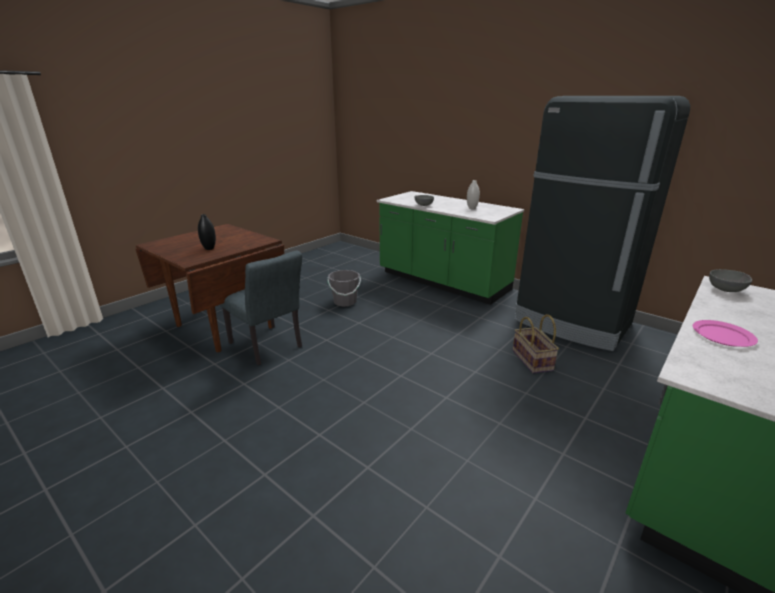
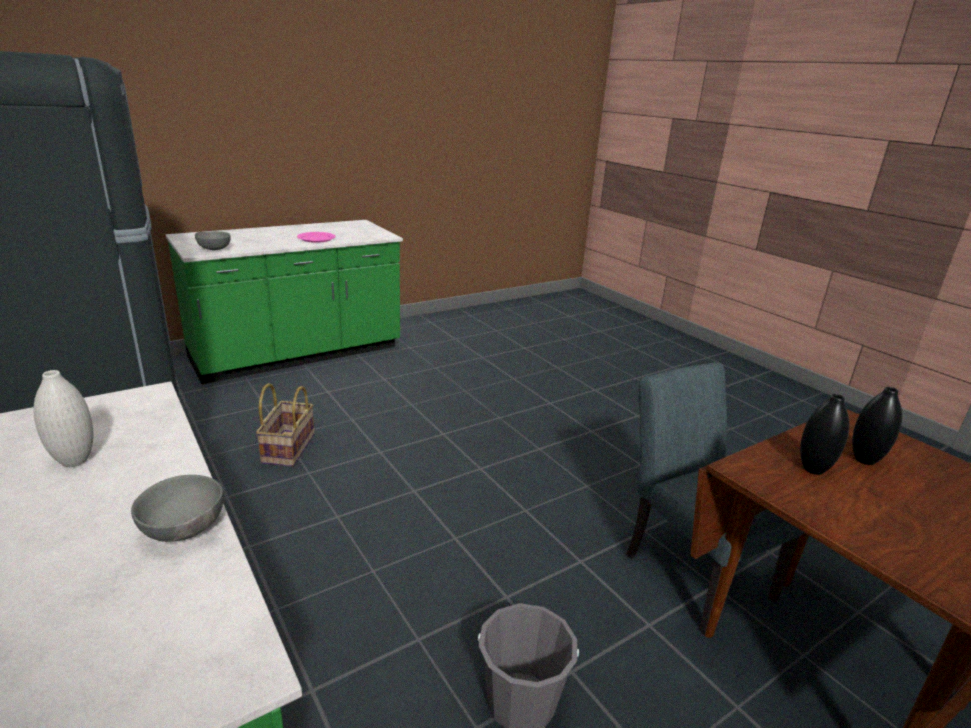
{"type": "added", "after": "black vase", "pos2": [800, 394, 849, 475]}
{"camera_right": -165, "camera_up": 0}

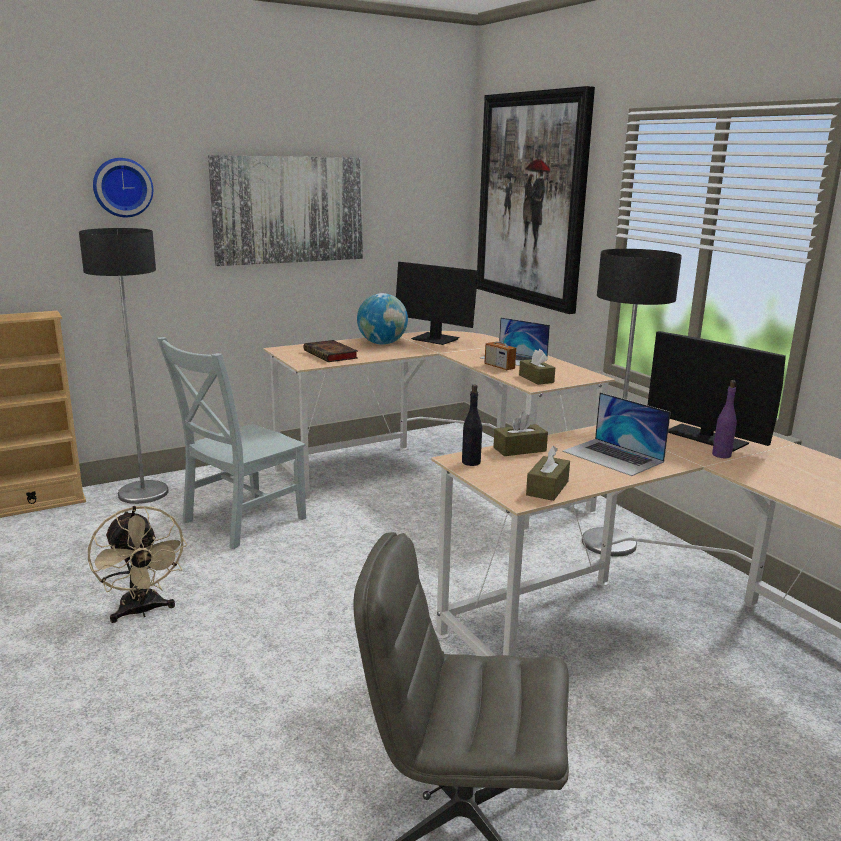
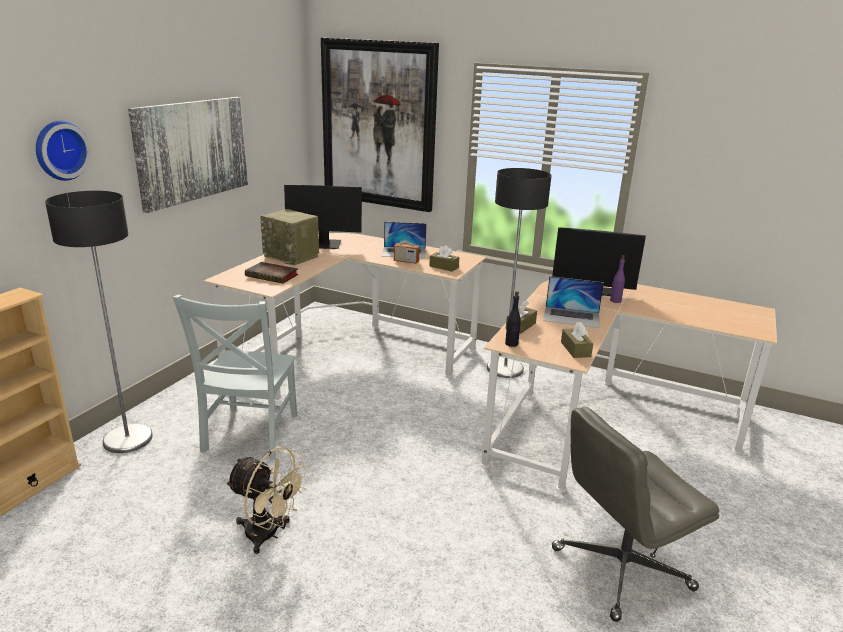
{"type": "replaced", "before": "globe", "after": "radio", "pos1": [357, 293, 408, 345], "pos2": [260, 209, 319, 266]}
{"camera_right": -35, "camera_up": 5}

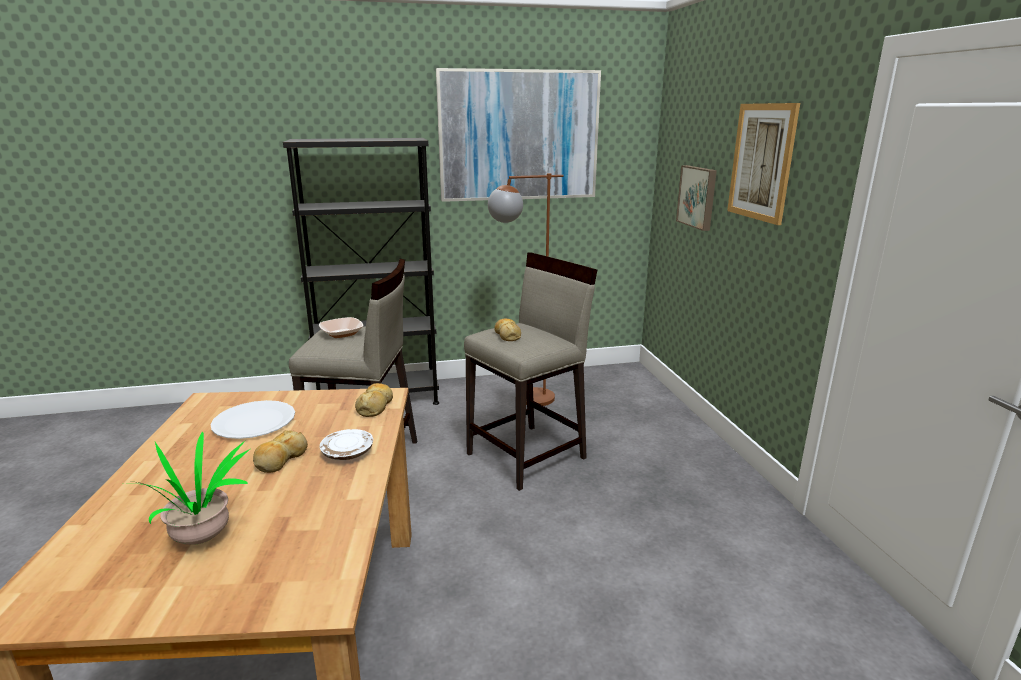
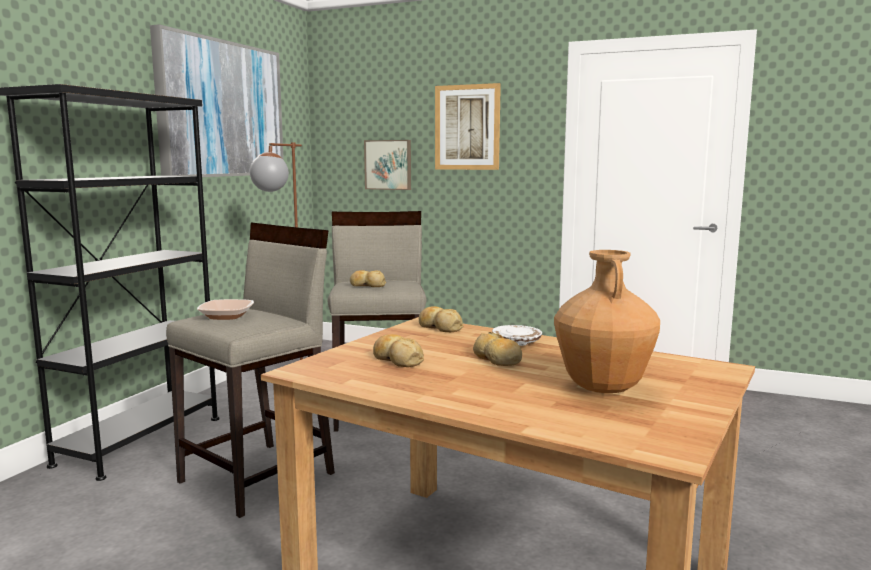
{"type": "replaced", "before": "potted plant", "after": "brown vase", "pos1": [119, 431, 250, 545], "pos2": [554, 250, 660, 393]}
{"type": "replaced", "before": "white plate", "after": "bread", "pos1": [210, 400, 295, 439], "pos2": [373, 334, 424, 367]}
{"camera_right": -55, "camera_up": -10}

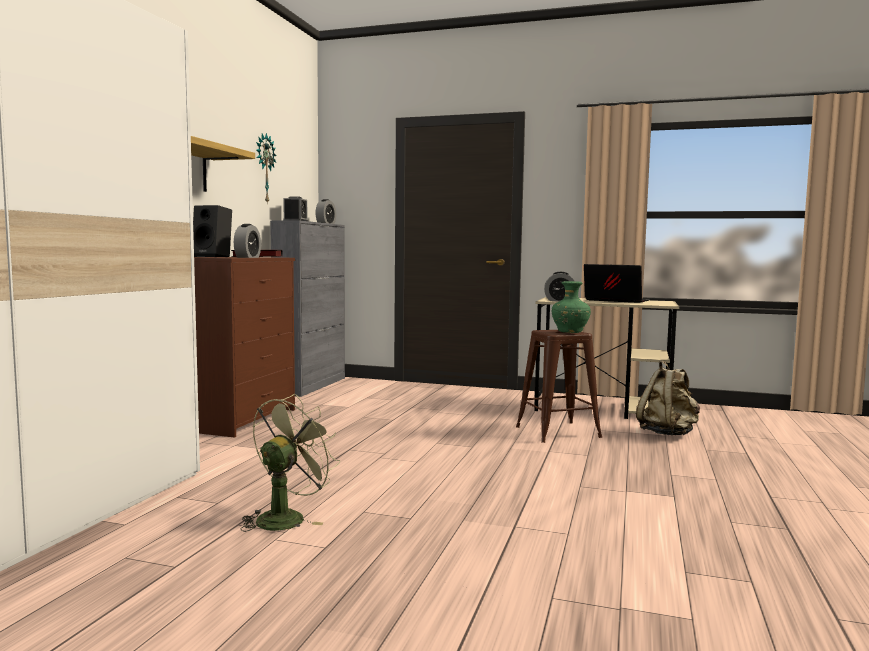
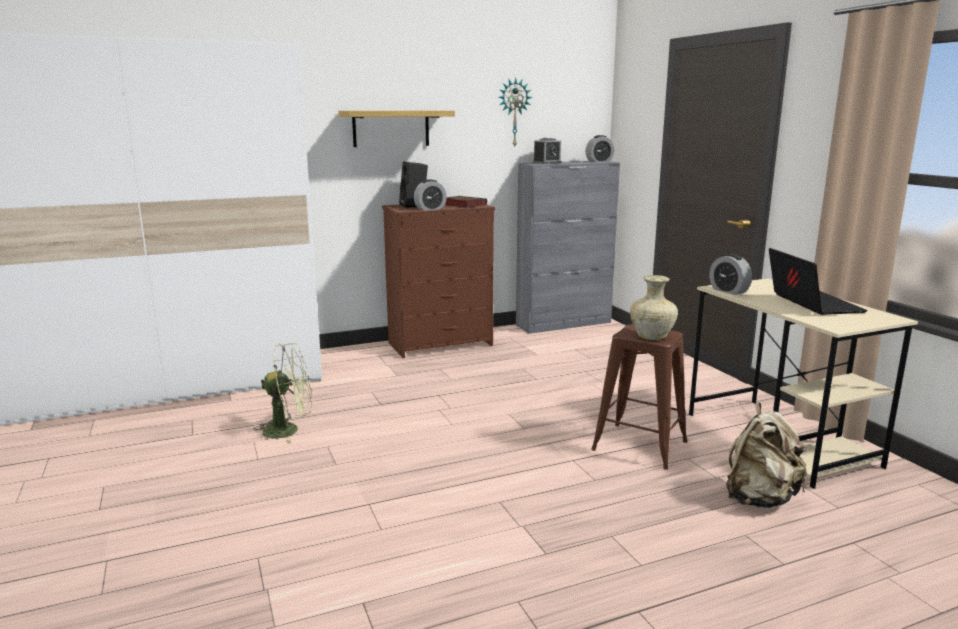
{"type": "recoloured", "before": "green vase", "after": "beige vase", "pos1": [551, 281, 591, 333], "pos2": [630, 275, 678, 340]}
{"camera_right": 50, "camera_up": 10}

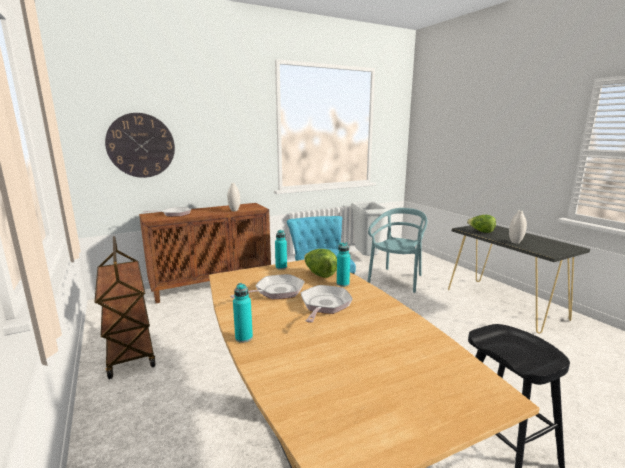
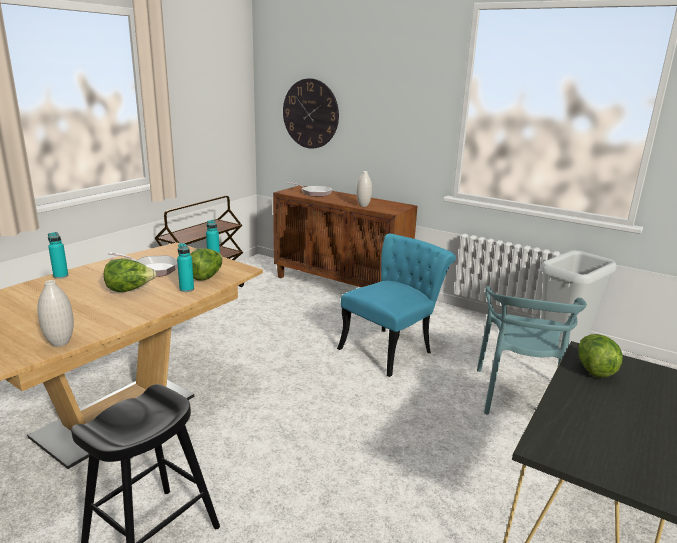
{"type": "replaced", "before": "frying pan", "after": "lettuce", "pos1": [301, 285, 353, 323], "pos2": [104, 258, 156, 292]}
{"type": "turned", "before": "turquoise chair", "pos1": [367, 208, 427, 293], "pos2": [477, 286, 587, 414], "turn": 105}
{"type": "moved", "before": "white vase", "pos1": [509, 210, 527, 244], "pos2": [38, 280, 74, 347]}
{"camera_right": 60, "camera_up": 5}

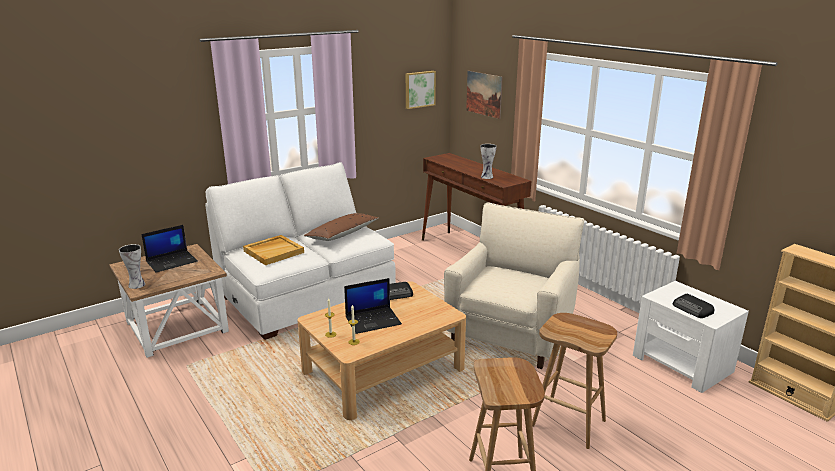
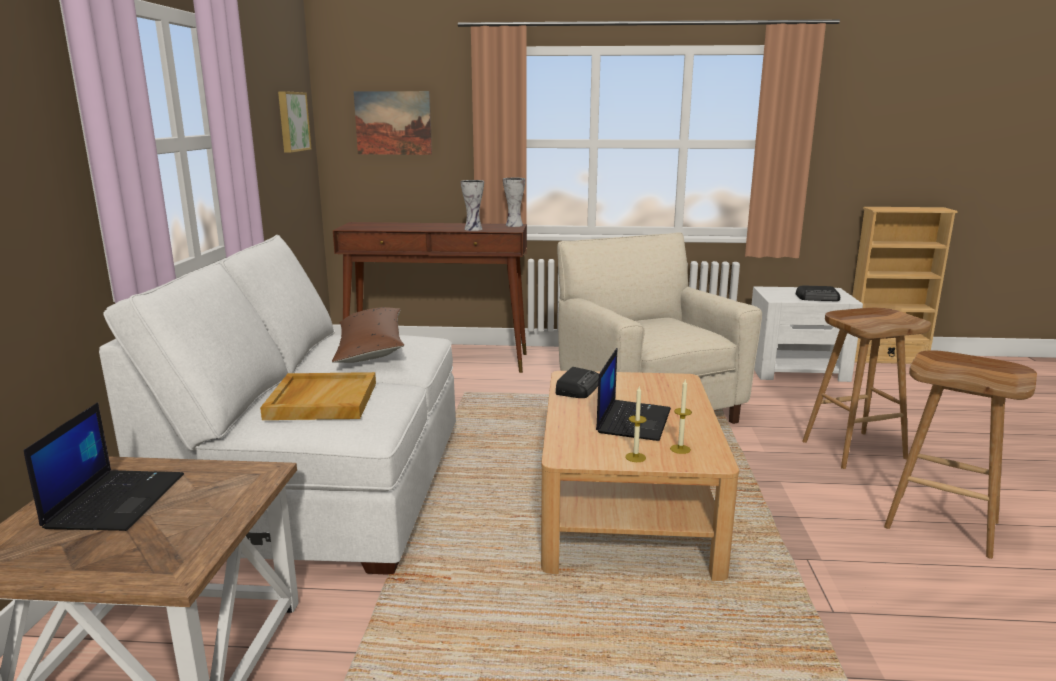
{"type": "moved", "before": "vase", "pos1": [119, 244, 145, 289], "pos2": [503, 178, 526, 227]}
{"camera_right": -50, "camera_up": -5}

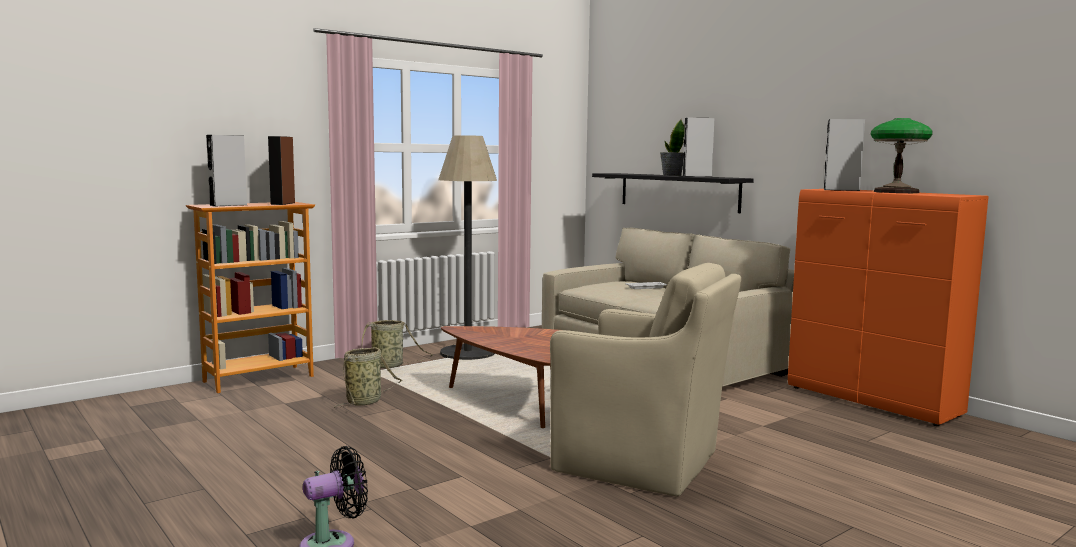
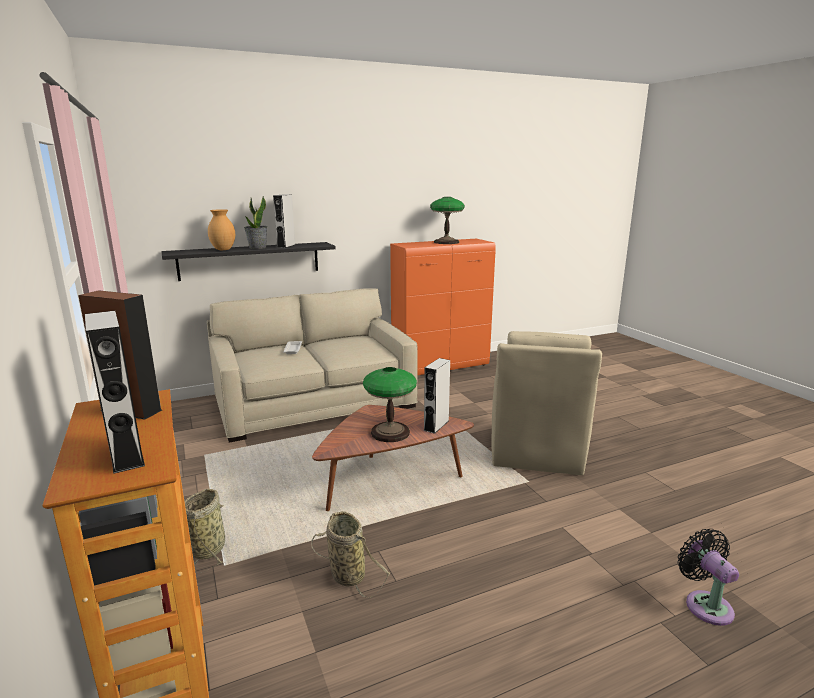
{"type": "removed", "before": "floor lamp", "pos1": [438, 135, 497, 360]}
{"type": "turned", "before": "beige armchair", "pos1": [550, 263, 741, 496], "pos2": [492, 331, 602, 475], "turn": 150}
{"type": "moved", "before": "grey speaker", "pos1": [823, 119, 865, 191], "pos2": [423, 358, 450, 434]}
{"type": "added", "after": "brown vase", "pos2": [208, 209, 235, 250]}
{"type": "added", "after": "table lamp", "pos2": [363, 367, 417, 442]}
{"camera_right": -75, "camera_up": 10}

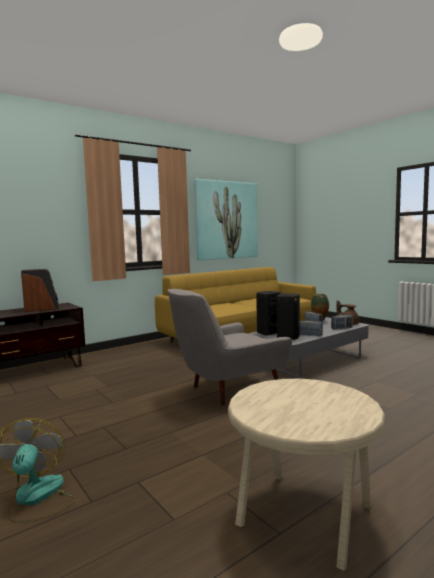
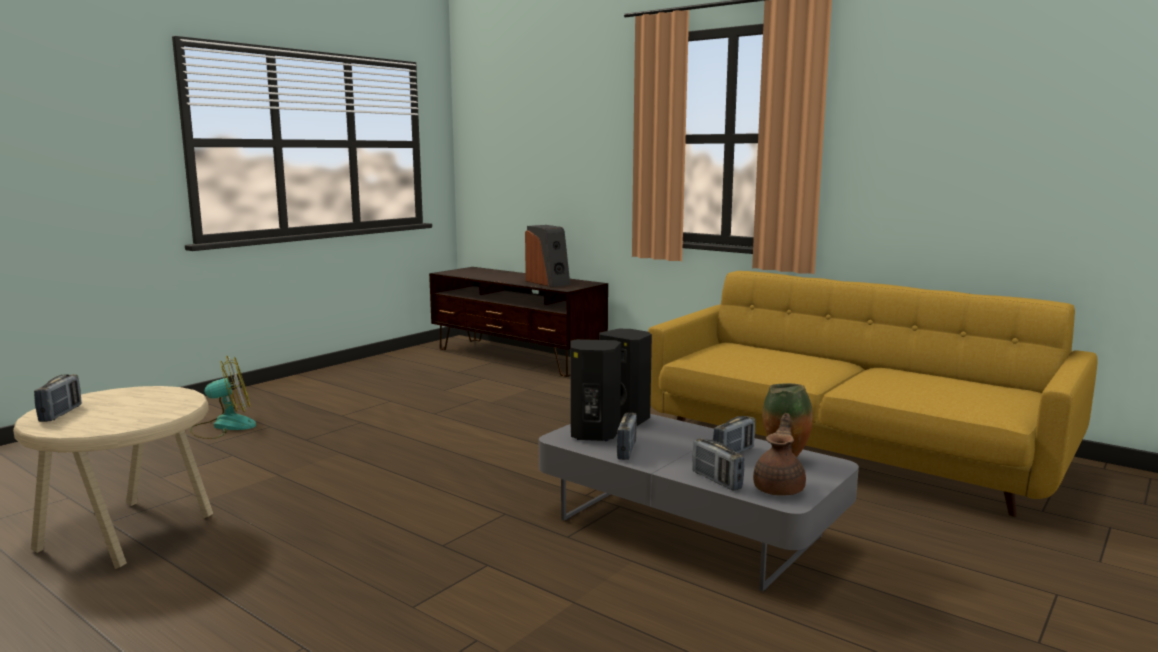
{"type": "removed", "before": "grey armchair", "pos1": [167, 289, 292, 406]}
{"type": "removed", "before": "picture", "pos1": [194, 179, 258, 260]}
{"type": "added", "after": "radio", "pos2": [34, 374, 82, 422]}
{"camera_right": 75, "camera_up": 5}

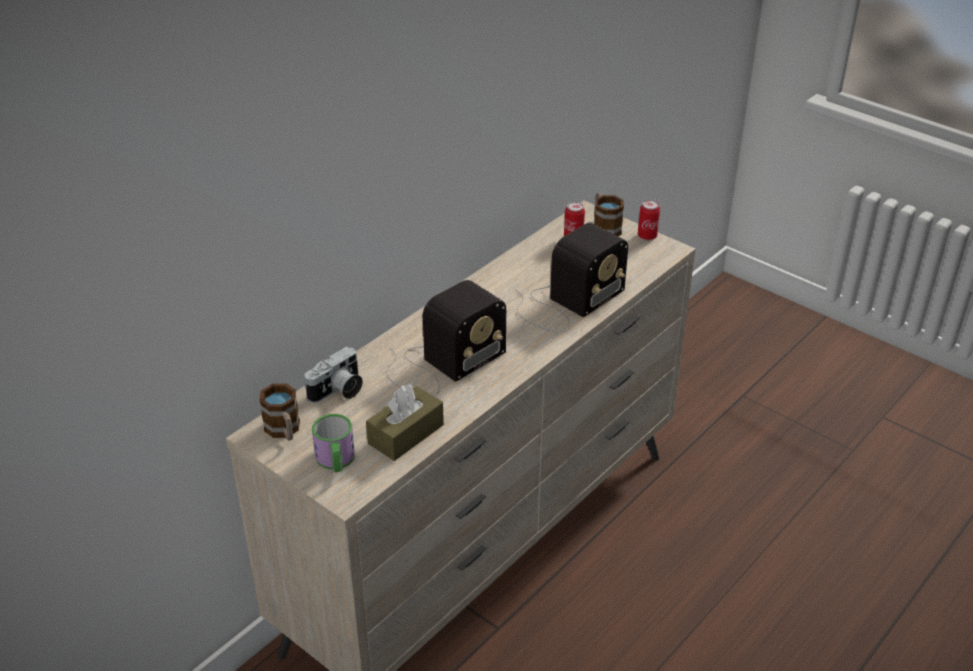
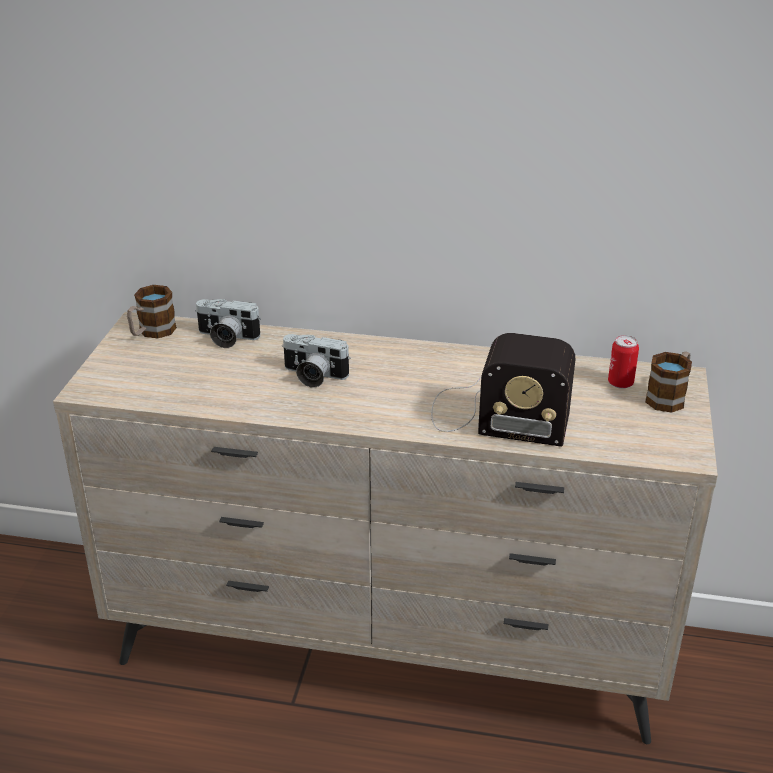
{"type": "removed", "before": "mug", "pos1": [312, 414, 355, 472]}
{"type": "removed", "before": "brown tissue box", "pos1": [366, 384, 444, 461]}
{"type": "replaced", "before": "radio", "after": "photo camera", "pos1": [387, 280, 506, 397], "pos2": [282, 334, 351, 388]}
{"type": "removed", "before": "can", "pos1": [638, 200, 660, 240]}
{"camera_right": 60, "camera_up": -5}

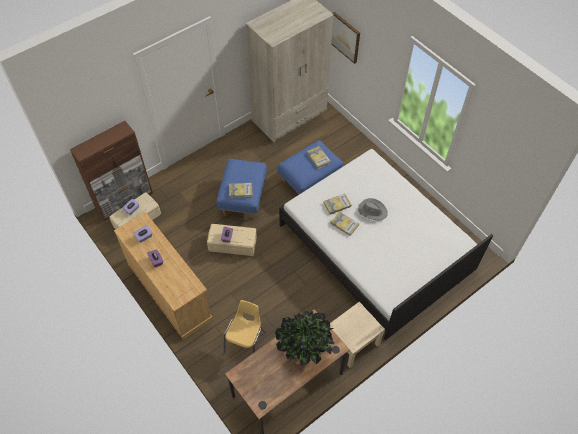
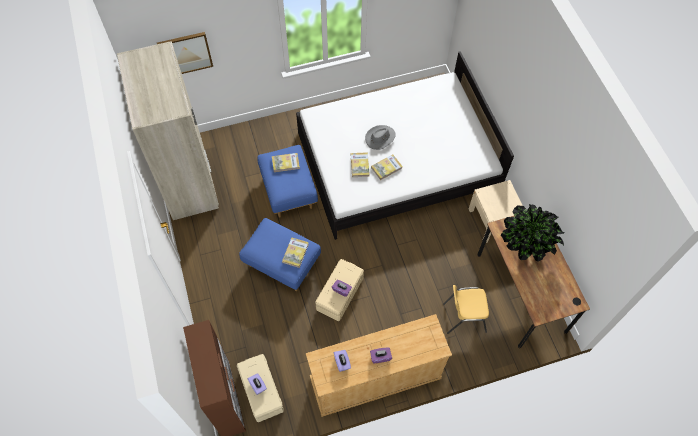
{"type": "turned", "before": "yellow chair", "pos1": [224, 300, 266, 354], "pos2": [443, 285, 489, 334], "turn": -45}
{"camera_right": -70, "camera_up": 5}

